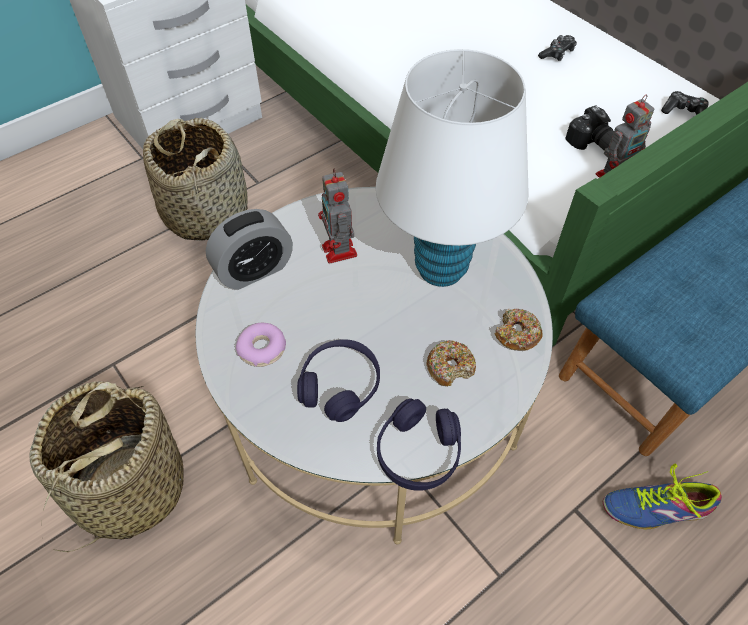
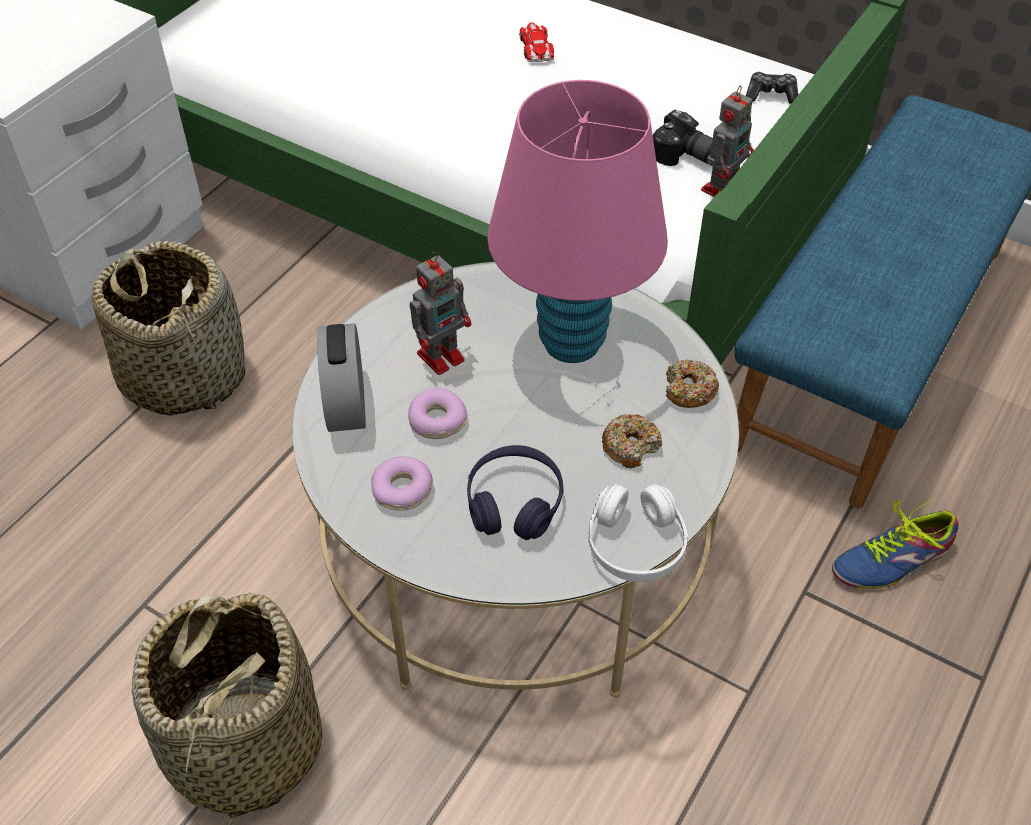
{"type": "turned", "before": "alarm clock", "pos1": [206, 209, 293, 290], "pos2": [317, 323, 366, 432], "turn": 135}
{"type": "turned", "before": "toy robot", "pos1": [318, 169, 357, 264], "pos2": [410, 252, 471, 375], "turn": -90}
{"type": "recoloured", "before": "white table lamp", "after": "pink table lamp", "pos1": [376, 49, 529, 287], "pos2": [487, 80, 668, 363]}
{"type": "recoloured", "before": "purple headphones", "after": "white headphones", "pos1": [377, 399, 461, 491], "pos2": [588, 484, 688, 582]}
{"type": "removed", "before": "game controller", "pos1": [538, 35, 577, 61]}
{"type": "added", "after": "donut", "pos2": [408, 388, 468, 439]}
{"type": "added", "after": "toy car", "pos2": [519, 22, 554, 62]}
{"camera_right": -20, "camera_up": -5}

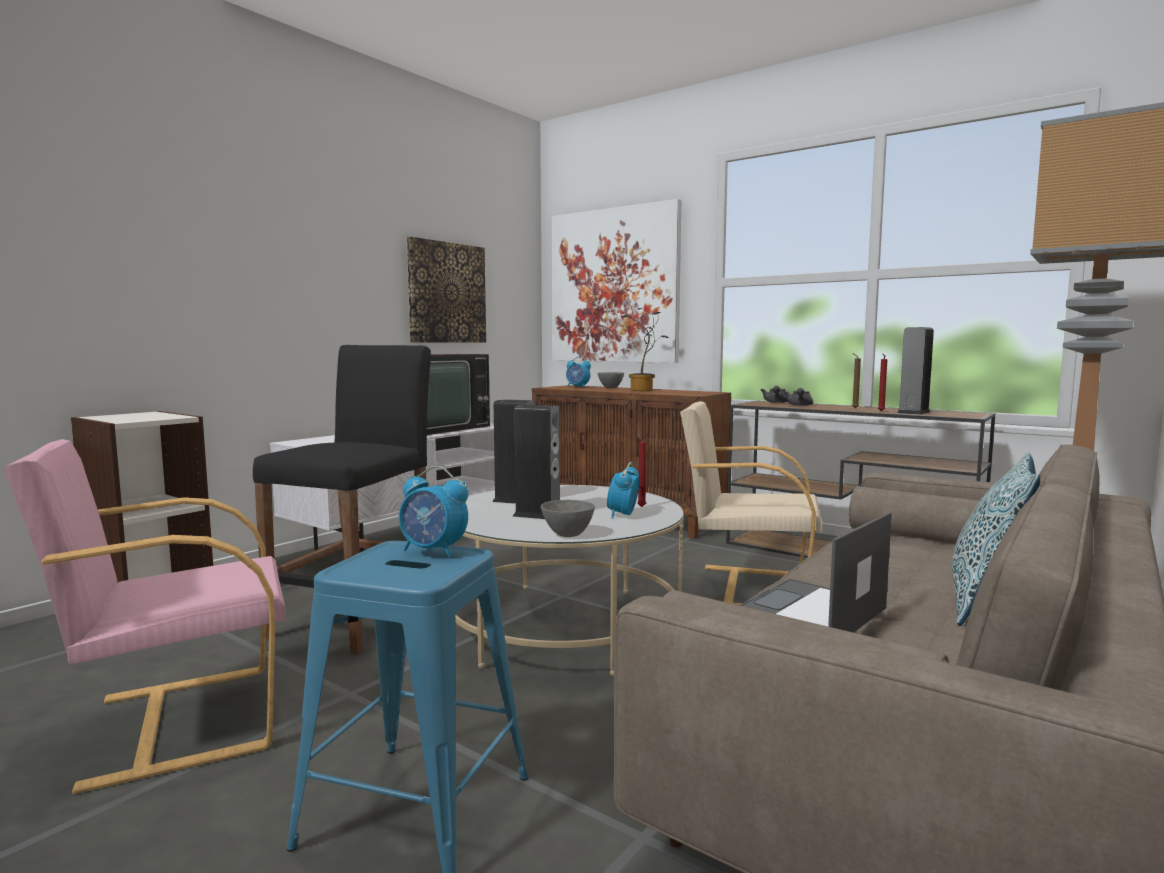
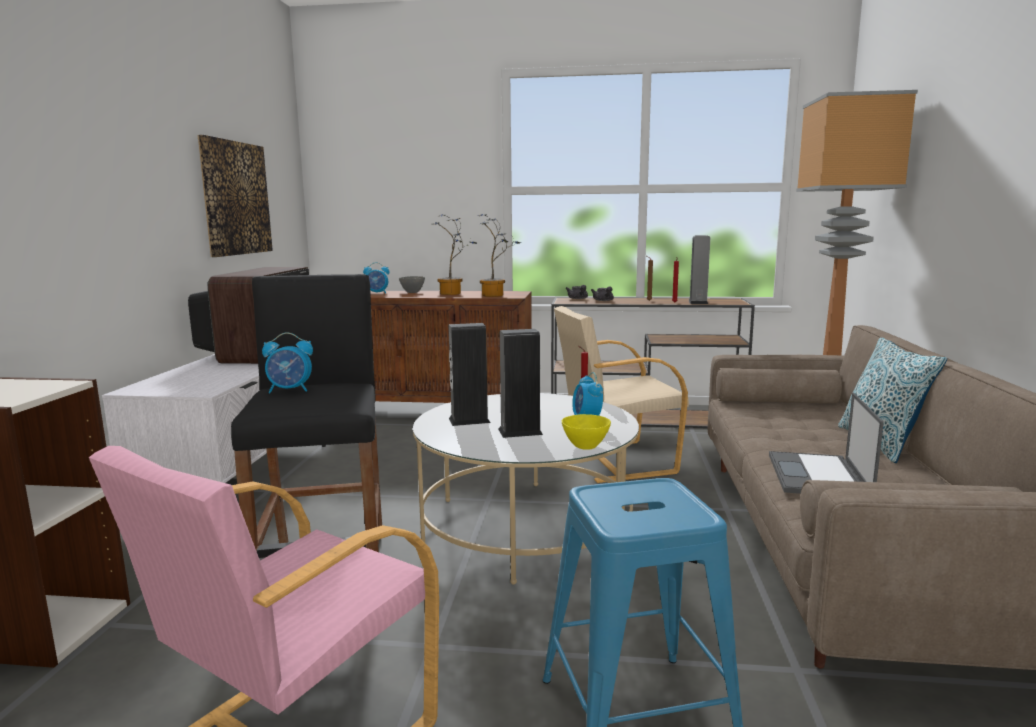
{"type": "moved", "before": "alarm clock", "pos1": [399, 466, 468, 557], "pos2": [262, 332, 313, 393]}
{"type": "recoloured", "before": "grey bowl", "after": "yellow bowl", "pos1": [541, 500, 595, 537], "pos2": [562, 414, 611, 450]}
{"type": "removed", "before": "picture", "pos1": [551, 199, 681, 363]}
{"type": "added", "after": "potted plant", "pos2": [477, 214, 521, 297]}
{"camera_right": -30, "camera_up": 5}

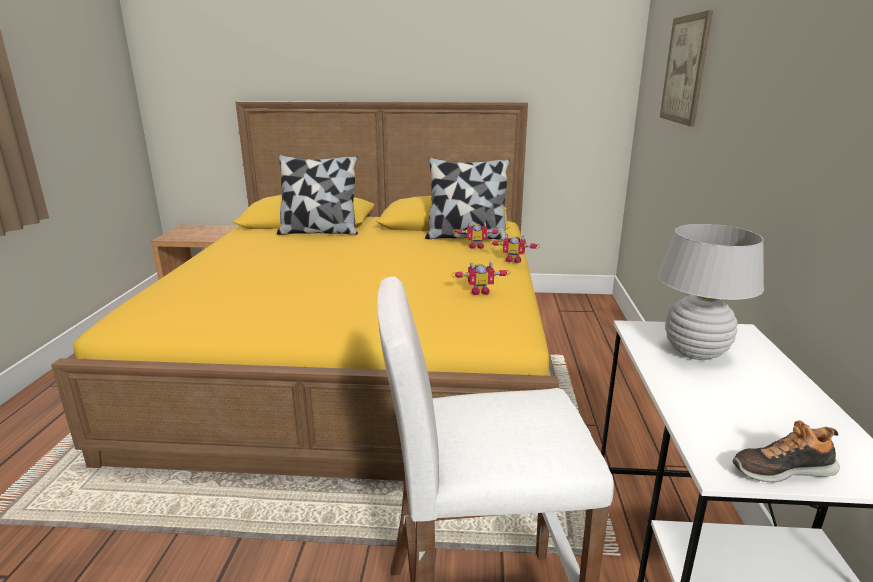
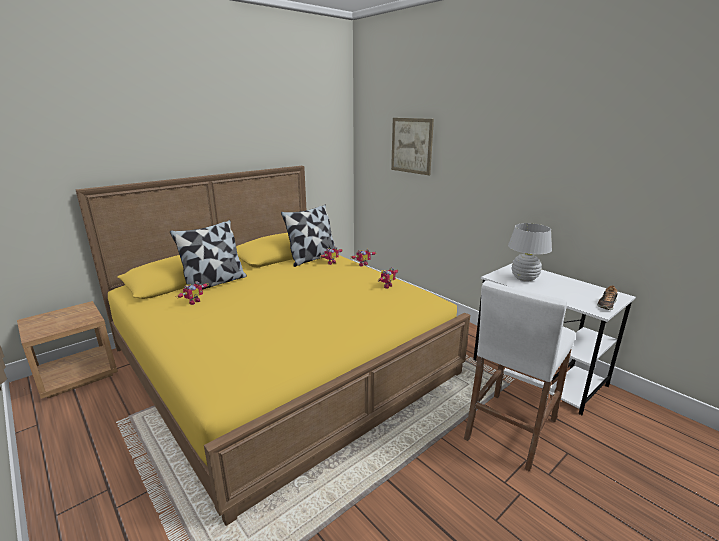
{"type": "added", "after": "toy robot", "pos2": [176, 281, 209, 305]}
{"camera_right": -45, "camera_up": 0}

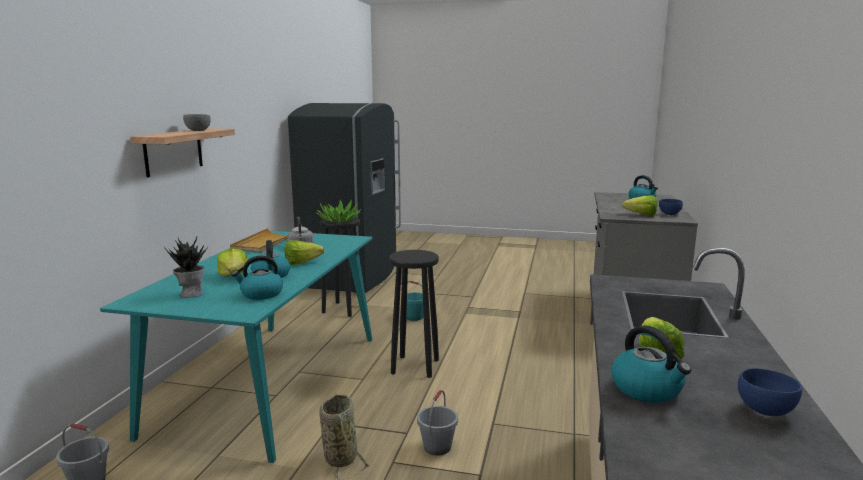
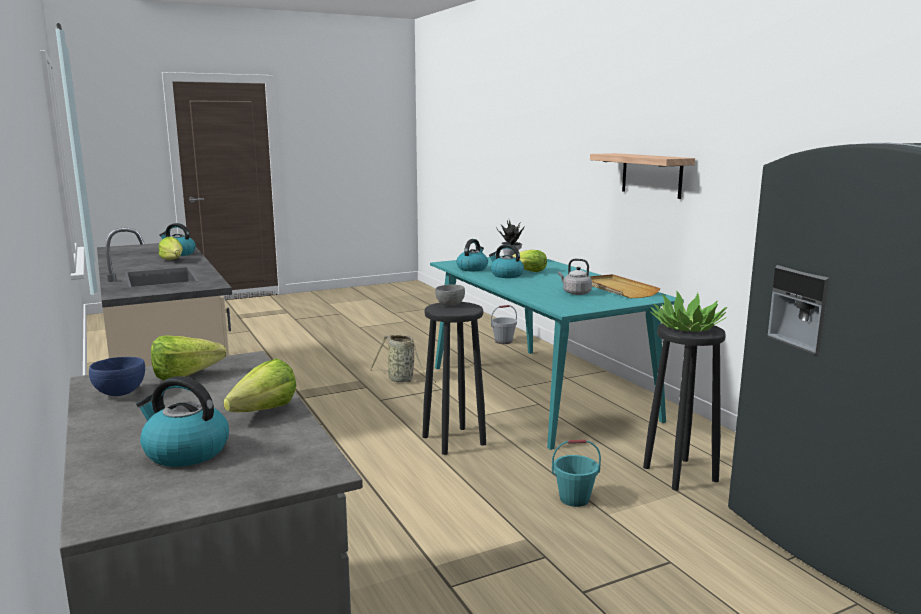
{"type": "moved", "before": "grey bowl", "pos1": [183, 114, 211, 131], "pos2": [435, 284, 465, 307]}
{"type": "moved", "before": "lettuce", "pos1": [285, 240, 324, 265], "pos2": [224, 358, 296, 412]}
{"type": "removed", "before": "grey bucket", "pos1": [417, 390, 458, 456]}
{"type": "removed", "before": "blue bowl", "pos1": [738, 368, 802, 416]}
{"camera_right": 140, "camera_up": 0}

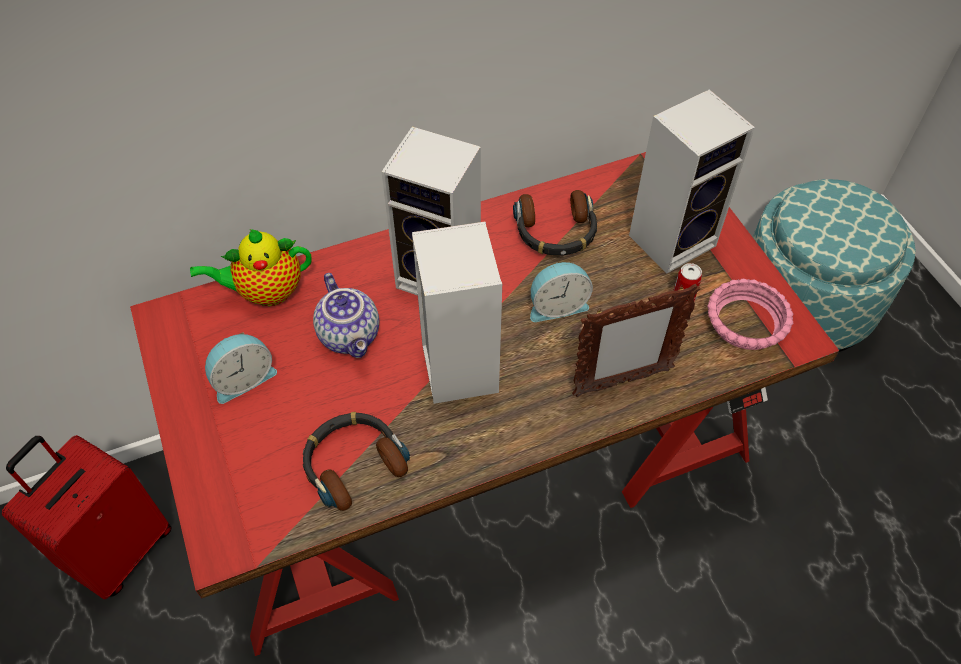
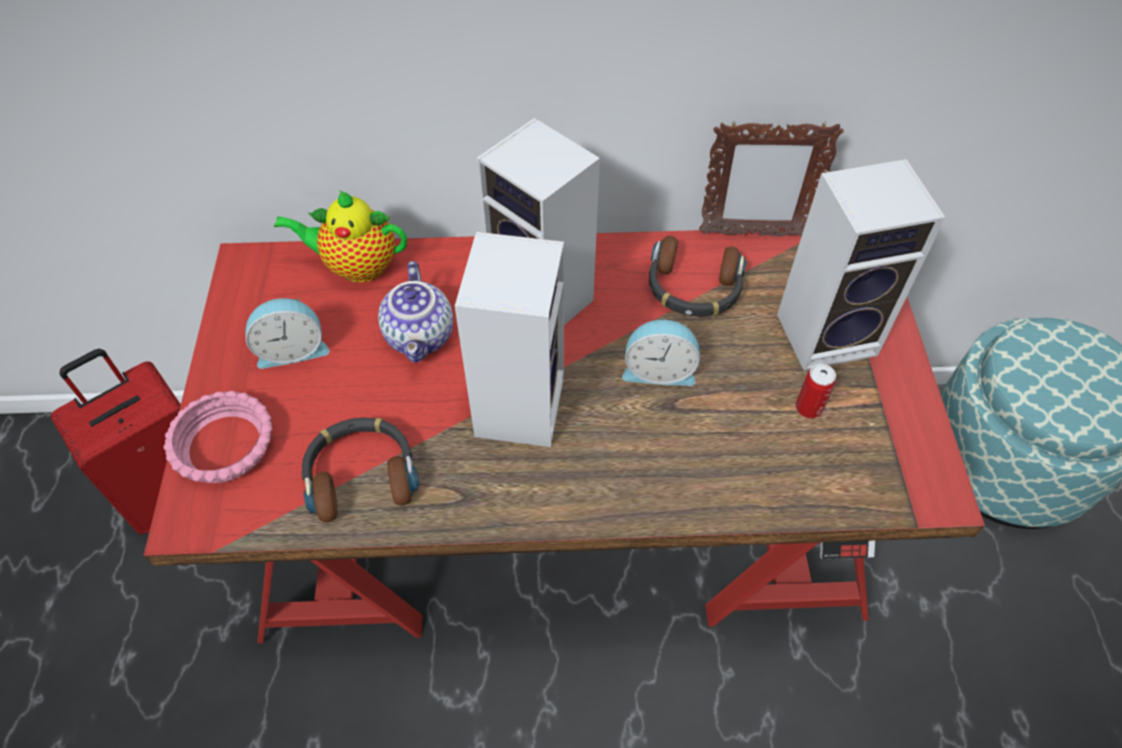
{"type": "moved", "before": "picture frame", "pos1": [572, 284, 700, 397], "pos2": [699, 122, 844, 237]}
{"type": "moved", "before": "pink bowl", "pos1": [707, 279, 793, 350], "pos2": [164, 391, 273, 483]}
{"camera_right": 20, "camera_up": 0}

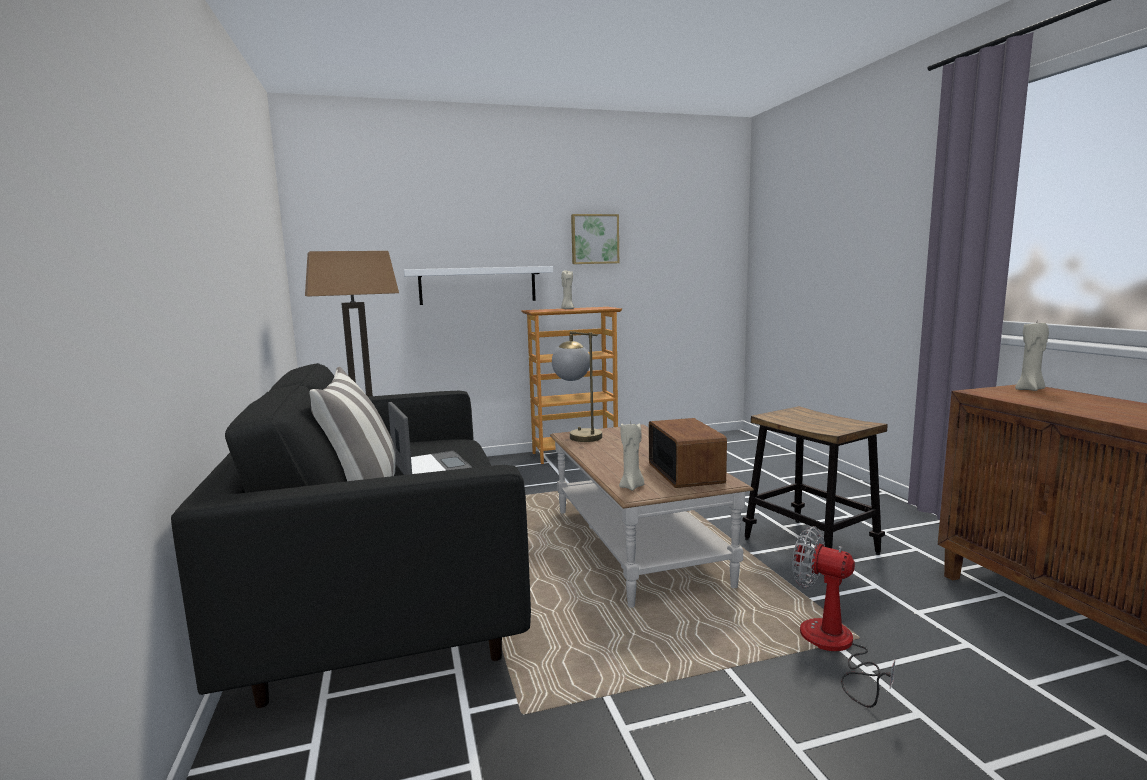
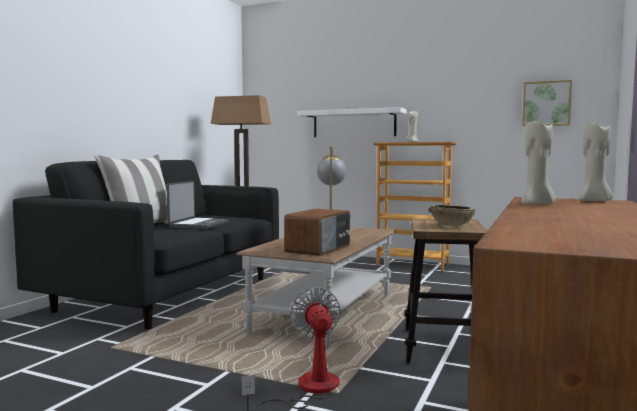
{"type": "moved", "before": "picture", "pos1": [571, 214, 619, 264], "pos2": [522, 80, 572, 126]}
{"type": "moved", "before": "beige candle", "pos1": [619, 423, 644, 491], "pos2": [521, 119, 555, 204]}
{"type": "added", "after": "brown bowl", "pos2": [428, 205, 475, 226]}
{"camera_right": 40, "camera_up": -5}

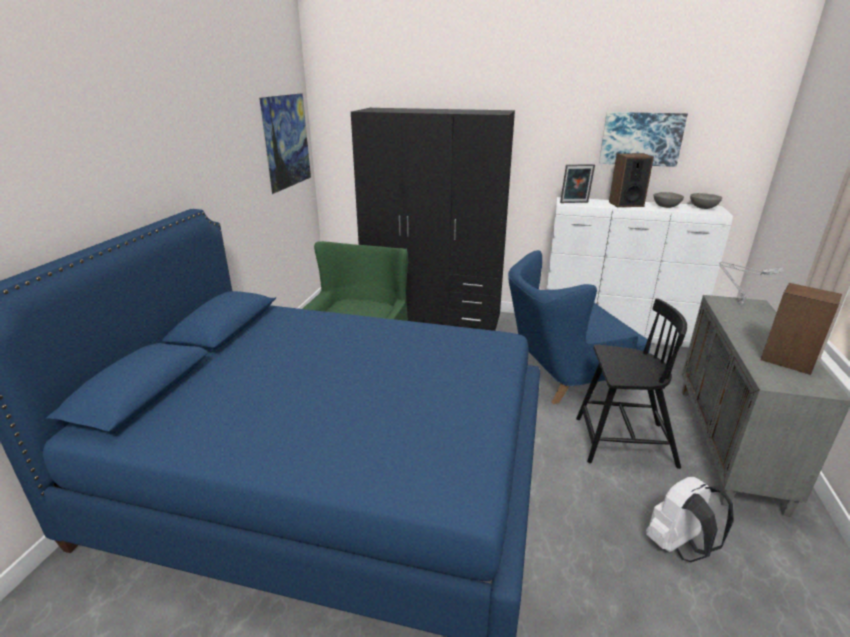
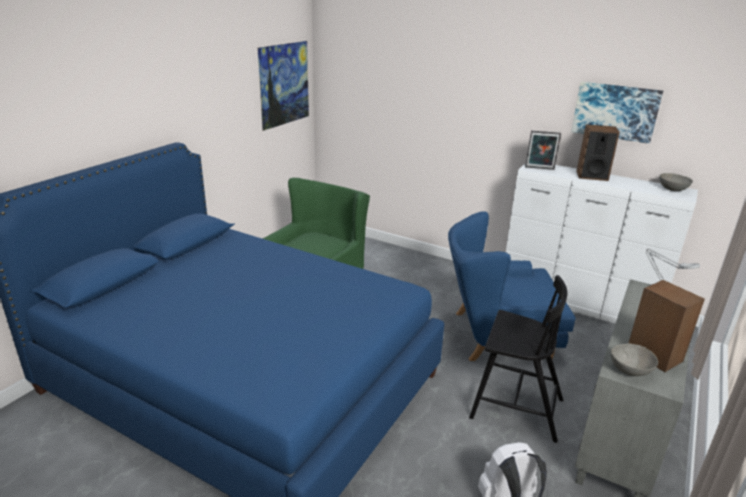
{"type": "removed", "before": "black wardrobe", "pos1": [351, 108, 515, 331]}
{"type": "moved", "before": "grey bowl", "pos1": [653, 192, 684, 208], "pos2": [610, 343, 658, 376]}
{"camera_right": 15, "camera_up": 0}

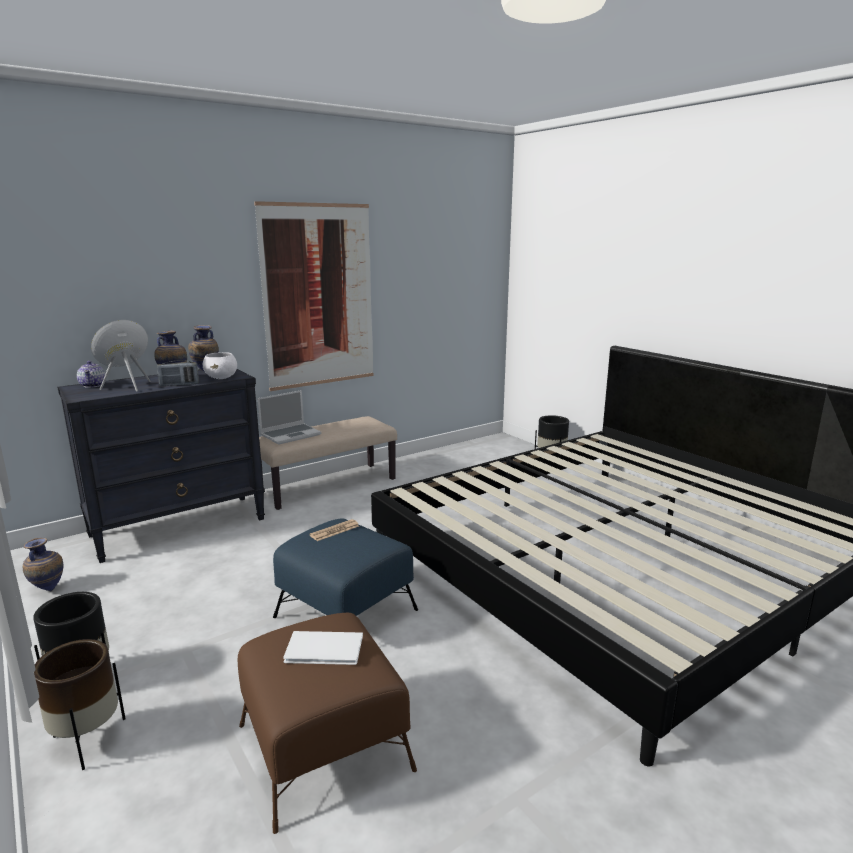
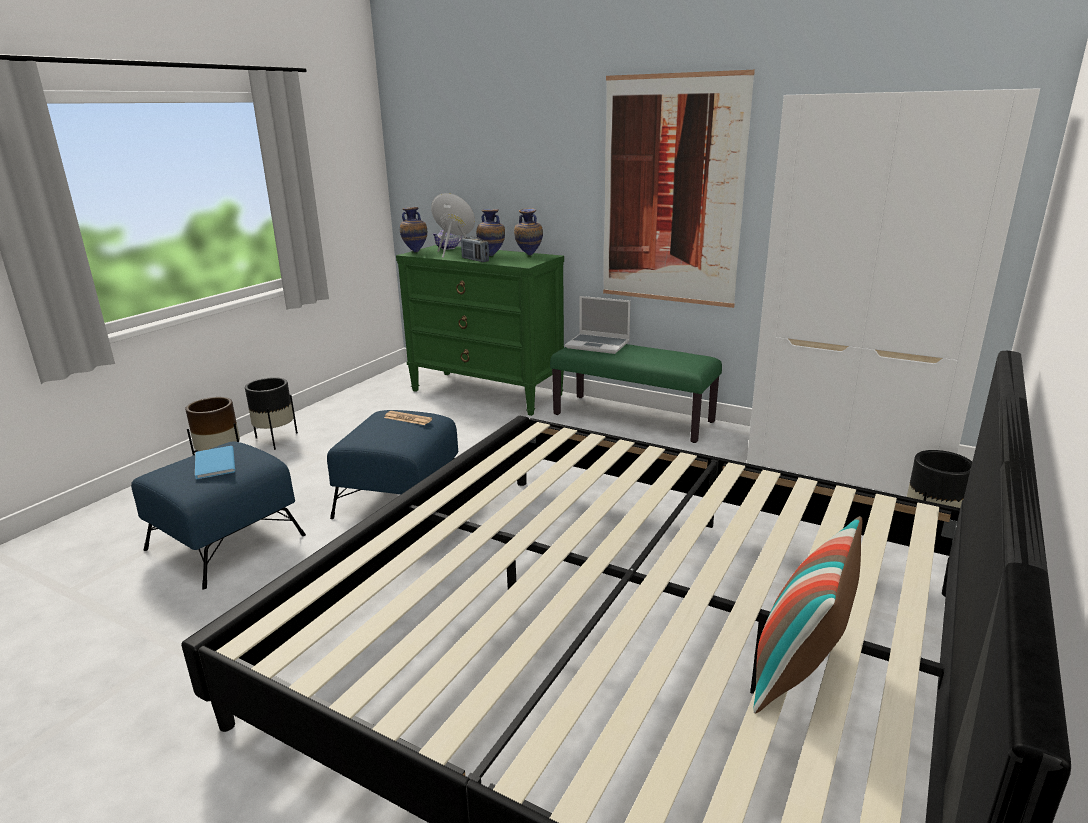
{"type": "moved", "before": "vase", "pos1": [23, 538, 63, 591], "pos2": [400, 207, 427, 253]}
{"type": "recoloured", "before": "black dresser", "after": "green dresser", "pos1": [57, 369, 265, 563], "pos2": [396, 245, 564, 416]}
{"type": "removed", "before": "white bowl", "pos1": [203, 352, 237, 379]}
{"type": "recoloured", "before": "brown ottoman", "after": "blue ottoman", "pos1": [238, 613, 417, 834], "pos2": [131, 442, 306, 590]}
{"type": "recoloured", "before": "beige bench", "after": "green bench", "pos1": [259, 416, 397, 510], "pos2": [550, 344, 722, 443]}
{"type": "recoloured", "before": "white book", "after": "blue book", "pos1": [283, 631, 363, 665], "pos2": [195, 446, 235, 479]}
{"type": "added", "after": "white wardrobe", "pos2": [747, 88, 1040, 496]}
{"type": "added", "after": "pillow", "pos2": [753, 516, 862, 714]}
{"camera_right": 65, "camera_up": 5}

